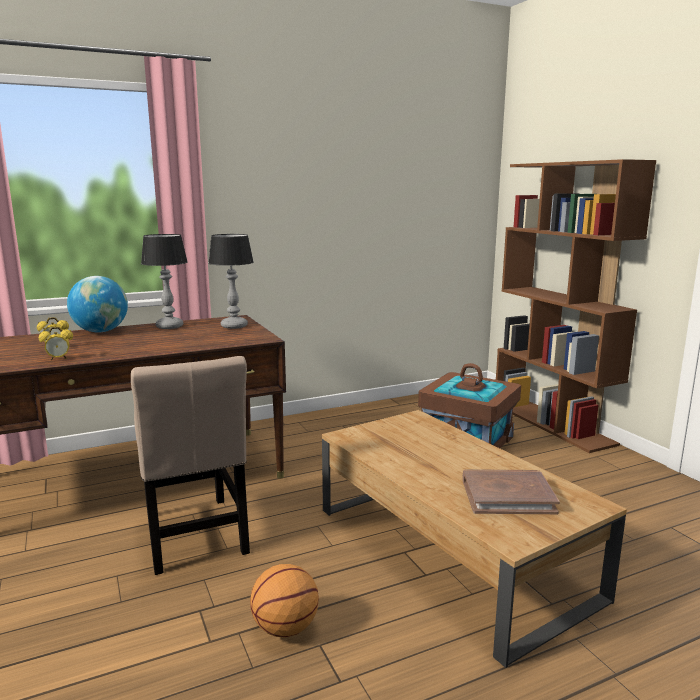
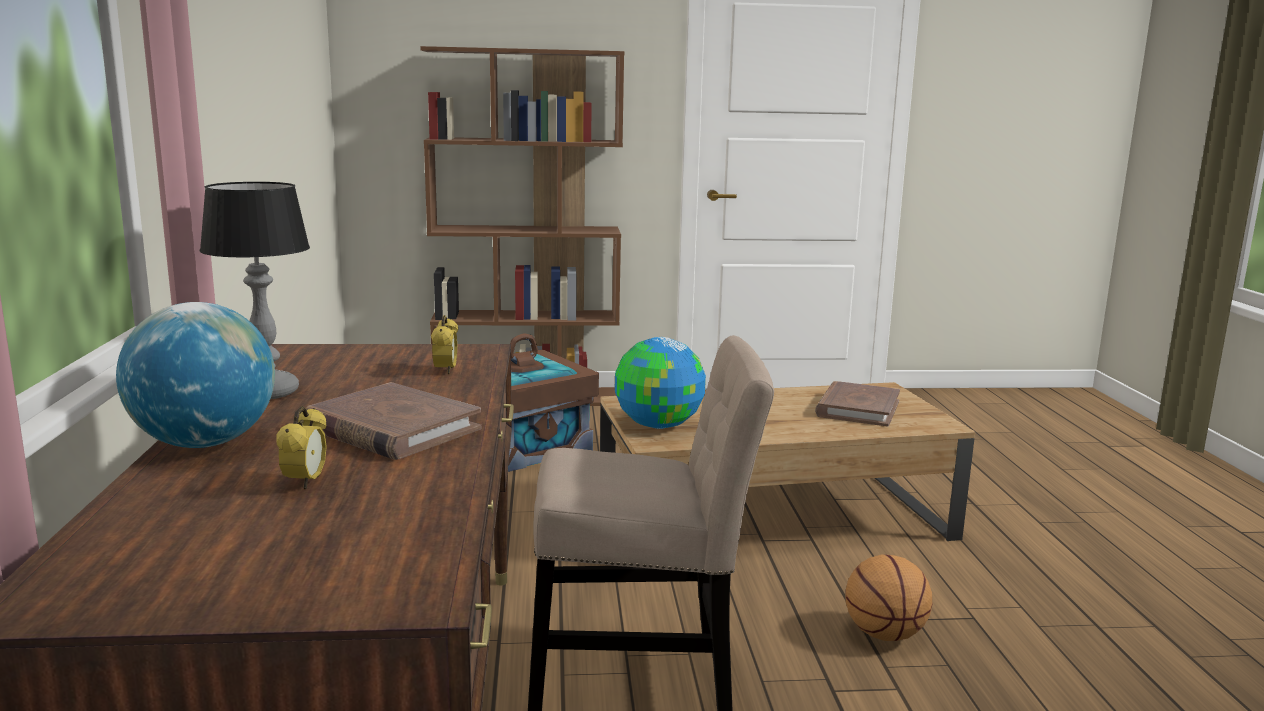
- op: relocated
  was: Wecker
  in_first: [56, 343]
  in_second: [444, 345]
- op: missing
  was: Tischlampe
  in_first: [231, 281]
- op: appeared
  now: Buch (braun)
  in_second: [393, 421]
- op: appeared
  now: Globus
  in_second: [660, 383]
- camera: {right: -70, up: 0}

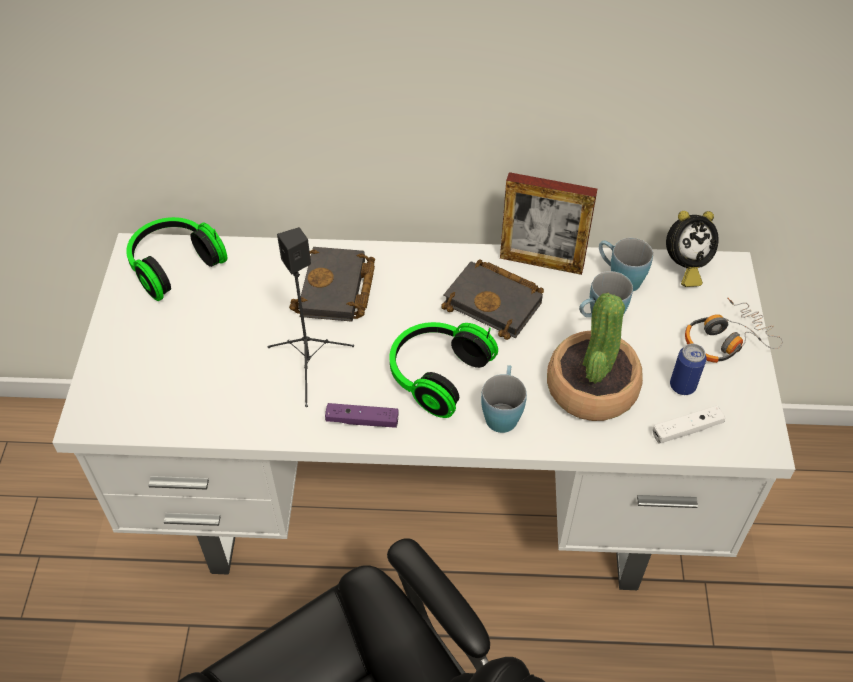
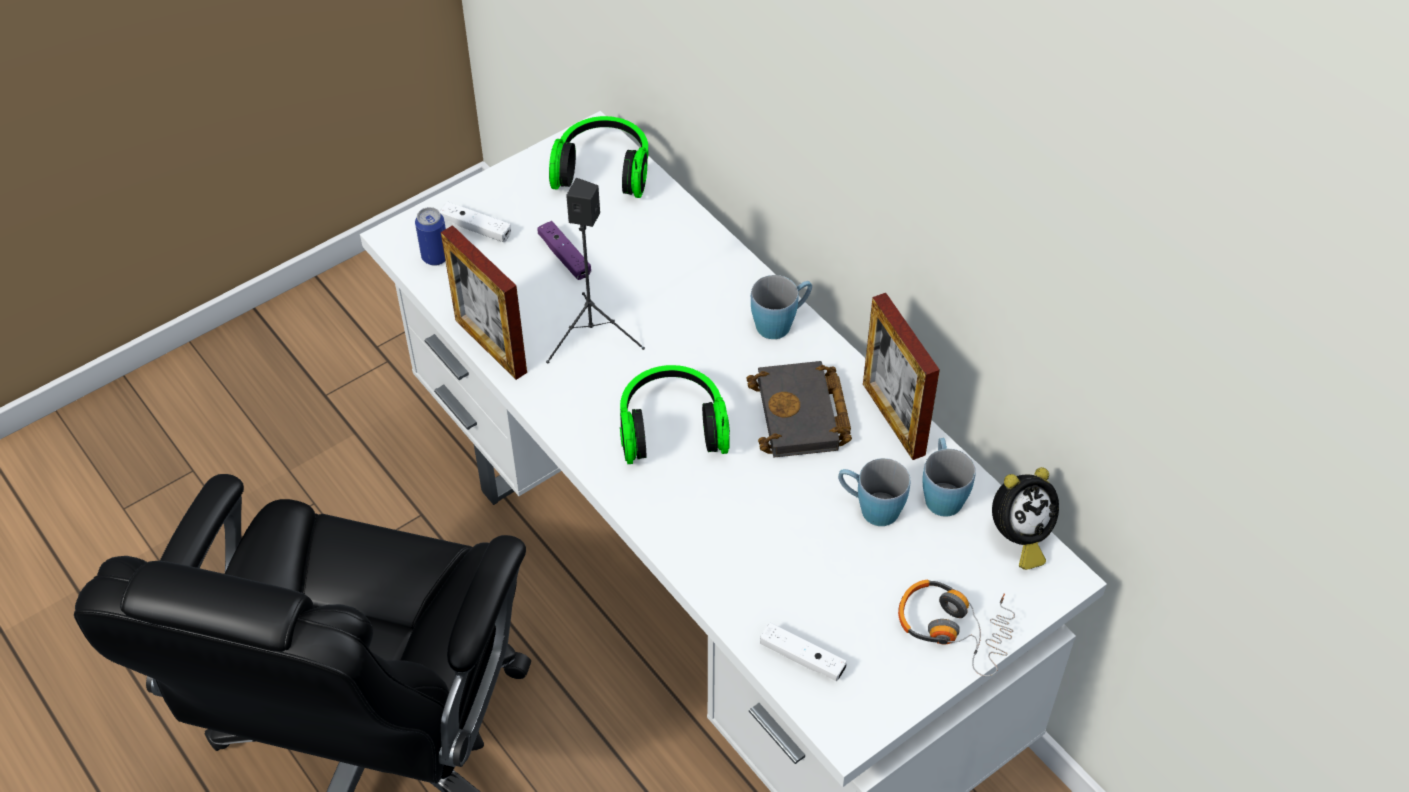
- op: missing
  was: Buch (schwarz)
  in_first: [332, 284]
- op: relocated
  was: Gamepad (lila)
  in_first: [362, 415]
  in_second: [564, 250]
- op: relocated
  was: Henkelbecher (blau)
  in_first: [504, 399]
  in_second: [781, 307]
- op: missing
  was: Topfpflanze
  in_first: [595, 356]
- op: spun
  was: Wecker
  in_first: [692, 249]
  in_second: [1025, 518]
  clockwise: -60
- op: relocated
  was: Dose
  in_first: [688, 369]
  in_second: [430, 236]
- op: appeared
  now: Gamepad (weiß)
  in_second: [475, 222]
- op: appeared
  now: Bilderrahmen
  in_second: [484, 302]
- camera: {right: 50, up: 0}

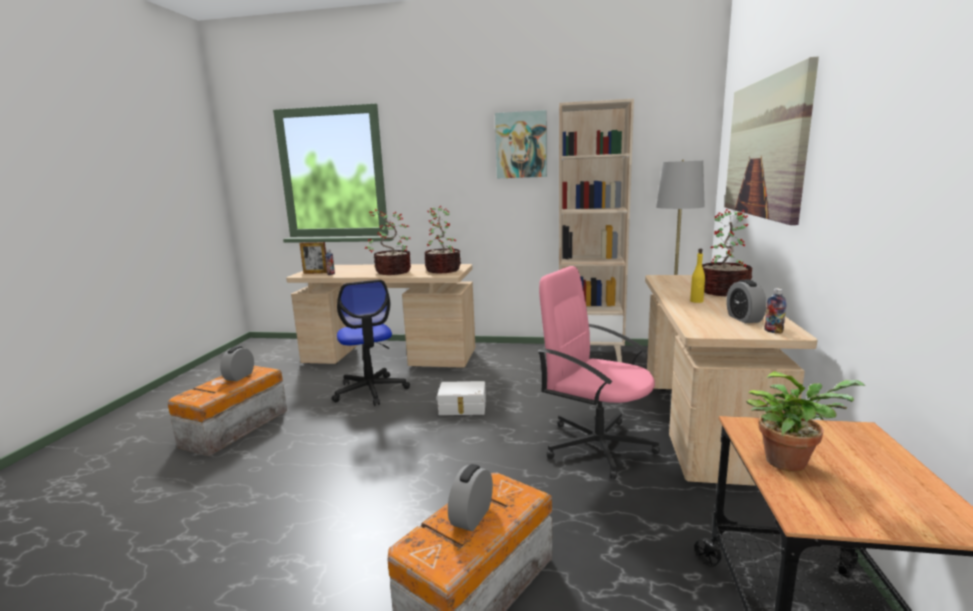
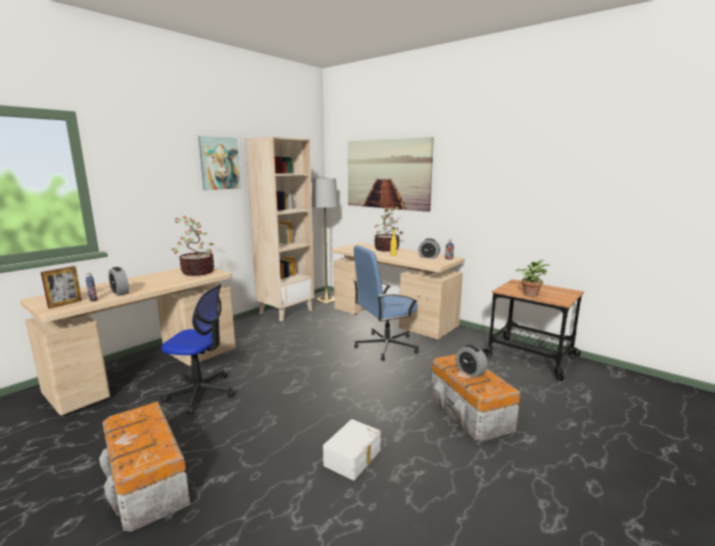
- op: relocated
  was: Wecker
  in_first: [237, 363]
  in_second: [118, 281]
- op: missing
  was: Topfpflanze
  in_first: [388, 242]
- op: relocated
  was: Aufbewahrungsbox (weiß)
  in_first: [461, 398]
  in_second: [352, 450]
- op: colour
  was: Bürostuhl (rosa)
  now: Bürostuhl (blau)
  in_first: [599, 372]
  in_second: [386, 303]
- camera: {right: -60, up: 0}

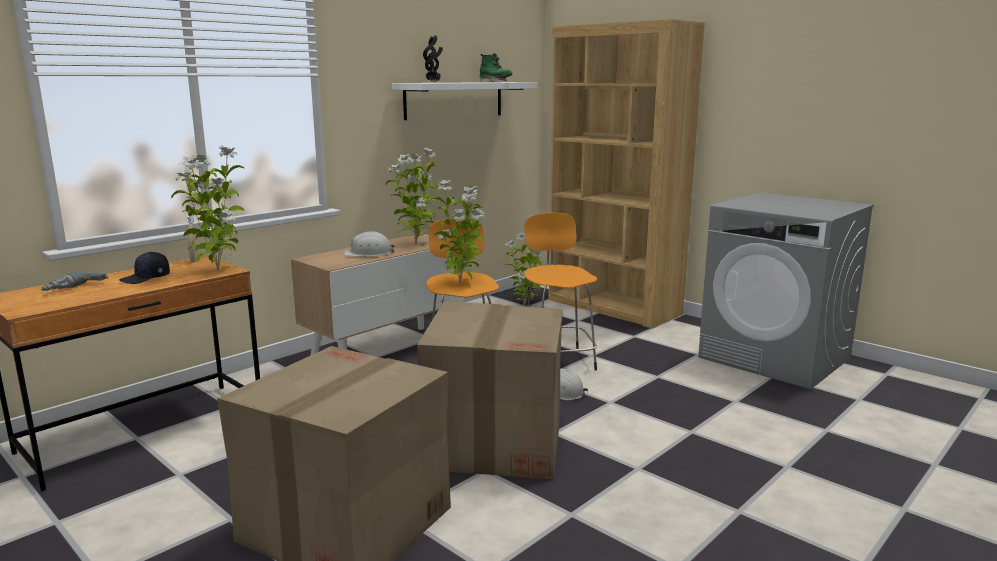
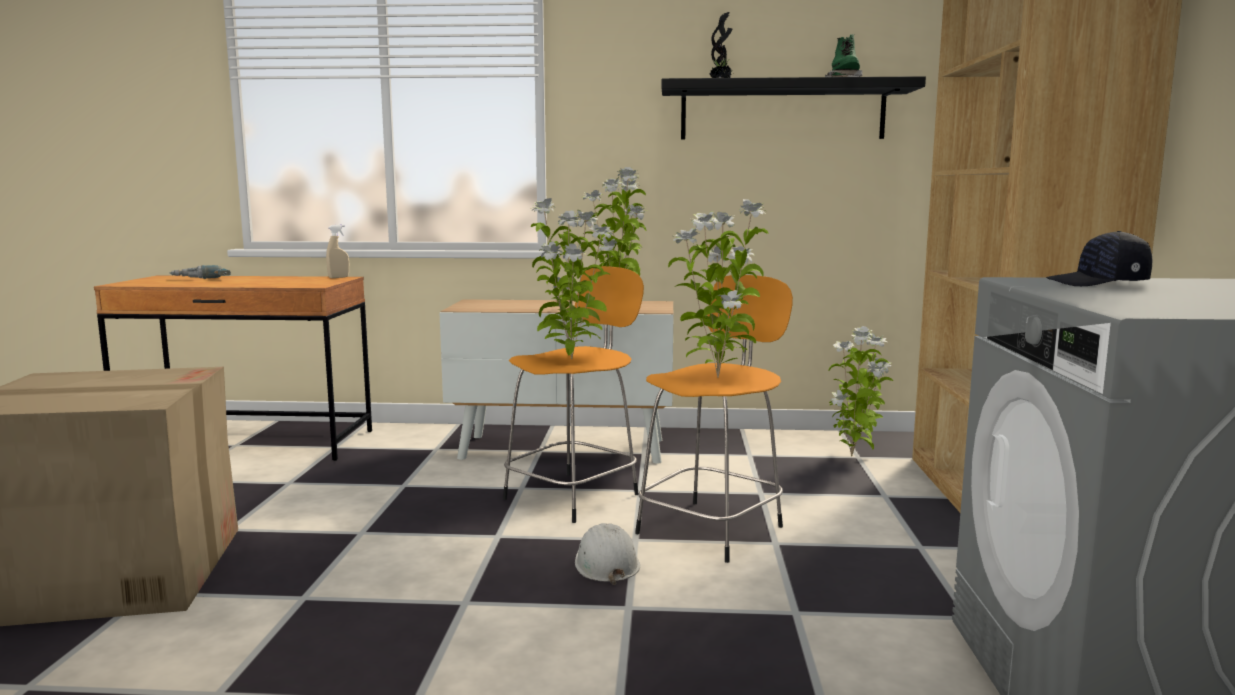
- op: relocated
  was: Kappe (schwarz)
  in_first: [144, 268]
  in_second: [1099, 258]
- op: relocated
  was: Topfpflanze
  in_first: [208, 208]
  in_second: [718, 288]
- op: missing
  was: Schutzhelm (weiß)
  in_first: [369, 244]
- op: colour
  was: Wandregal (weiß)
  now: Wandregal (schwarz)
  in_first: [465, 101]
  in_second: [793, 108]
- op: missing
  was: Karton
  in_first: [490, 390]
- camera: {right: 50, up: -5}

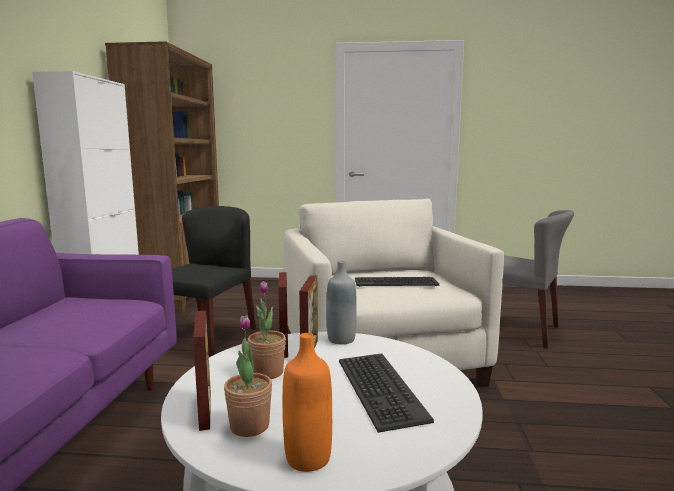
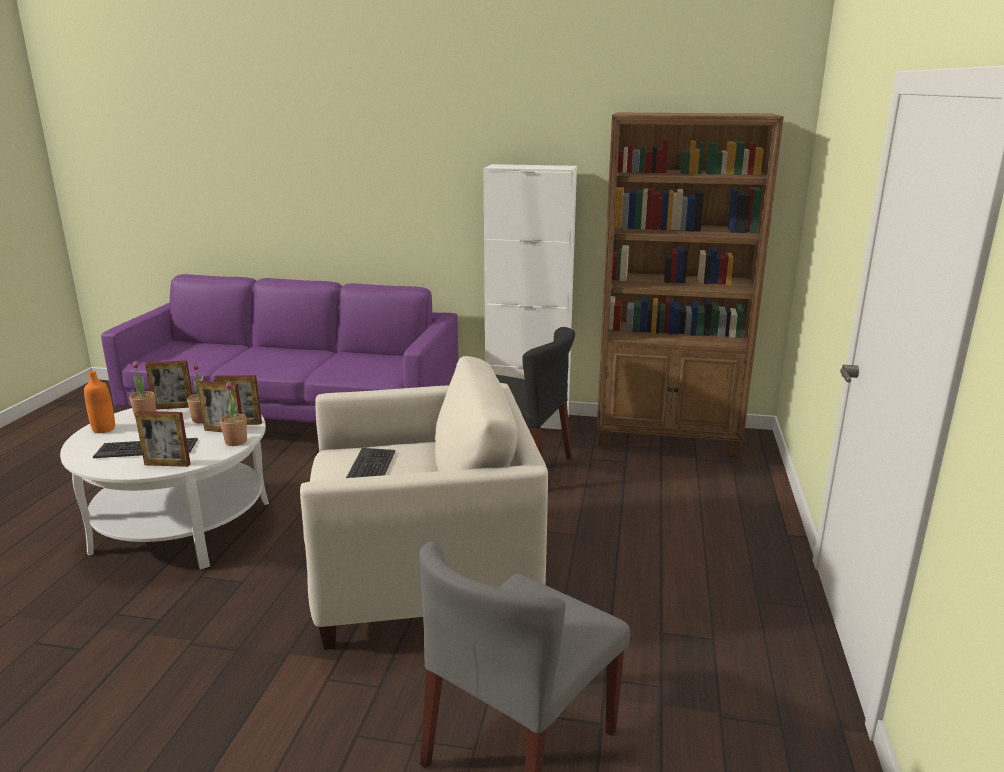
- op: exchanged
  was: Flasche (grau)
  now: Topfpflanze
  in_first: [341, 302]
  in_second: [233, 414]
- op: appeared
  now: Bilderrahmen
  in_second: [163, 439]
- camera: {right: 95, up: 10}

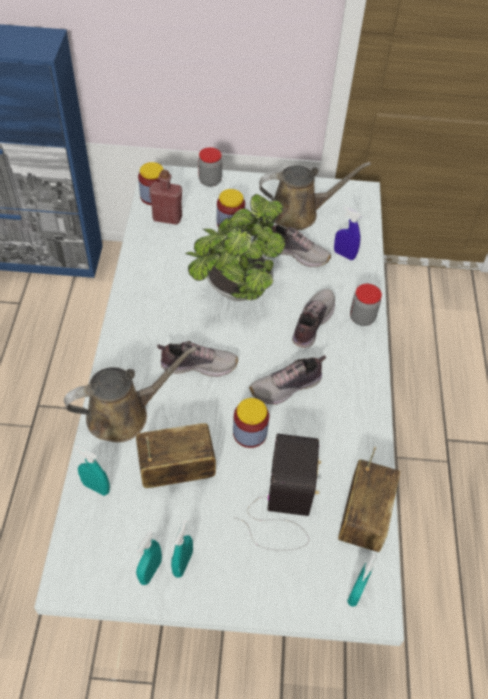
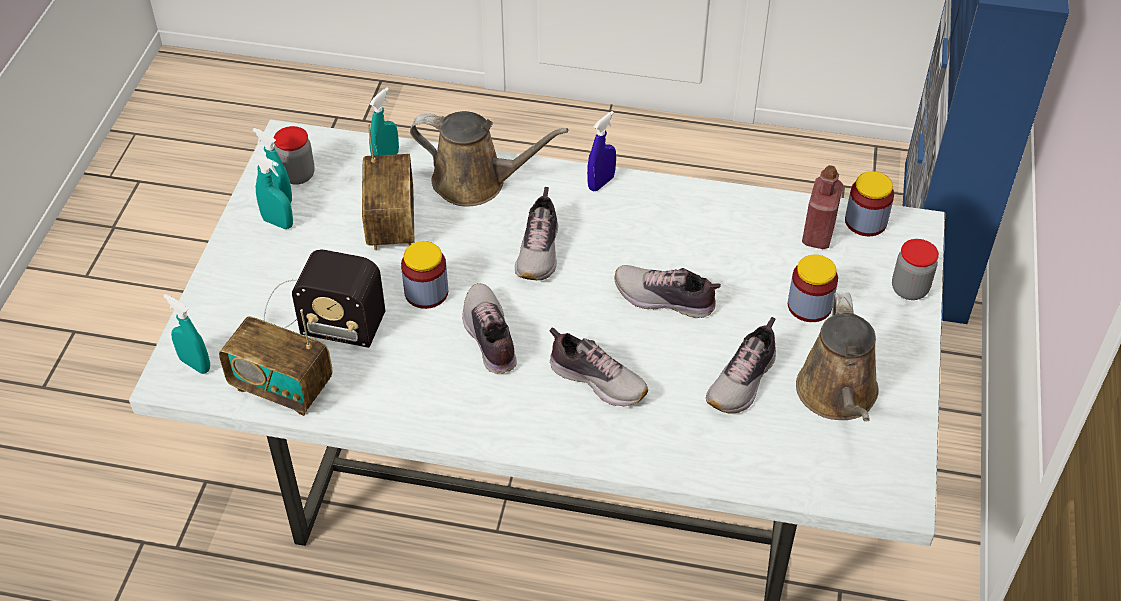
- op: spun
  was: Gießkanne (braun)
  in_first: [130, 394]
  in_second: [489, 159]
  clockwise: -60
- op: exchanged
  was: Topfpflanze
  now: Schuh
  in_first: [235, 247]
  in_second: [667, 291]
- op: relocated
  was: Sprühflasche (blau)
  in_first: [348, 233]
  in_second: [601, 151]
- op: relocated
  was: Vorratsglas
  in_first: [366, 305]
  in_second: [294, 155]
- camera: {right: 100, up: -5}

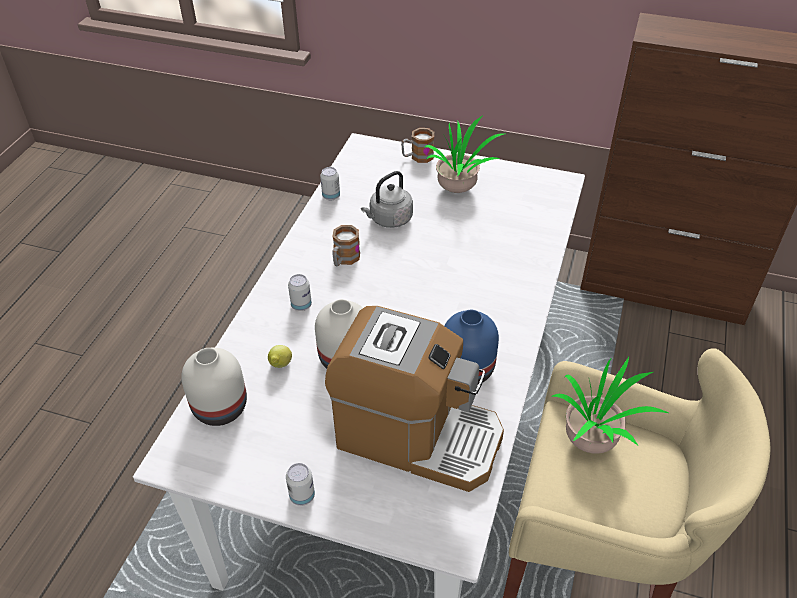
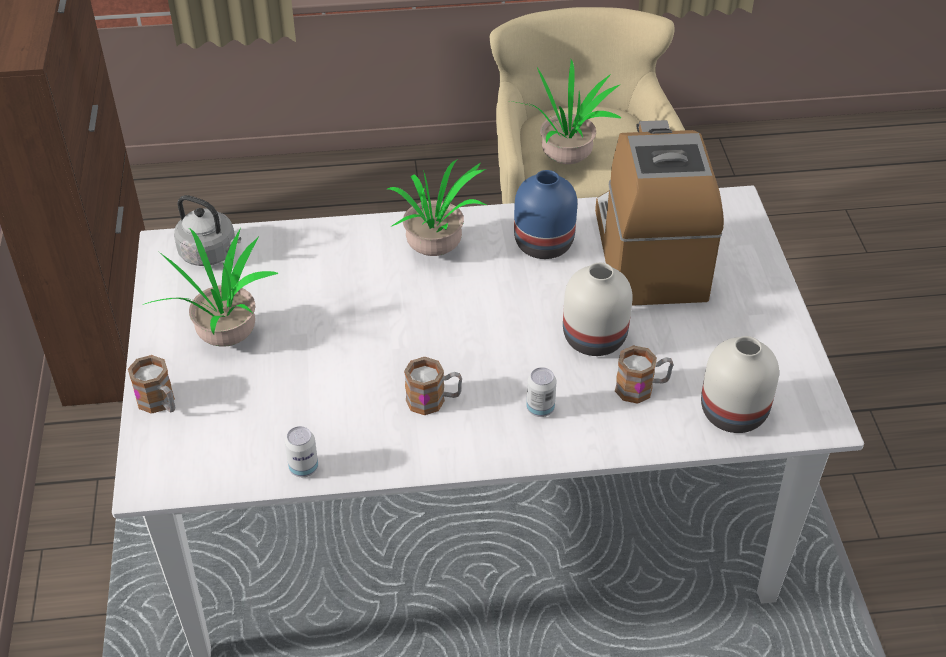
- op: exchanged
  was: Zitrone
  now: Henkelbecher
  in_first: [280, 356]
  in_second: [644, 374]
- op: missing
  was: Dose
  in_first: [300, 484]
- op: relocated
  was: Wasserkessel (grau)
  in_first: [387, 199]
  in_second: [207, 230]
- op: appeared
  now: Topfpflanze
  in_second: [436, 207]
- camera: {right: -115, up: 0}

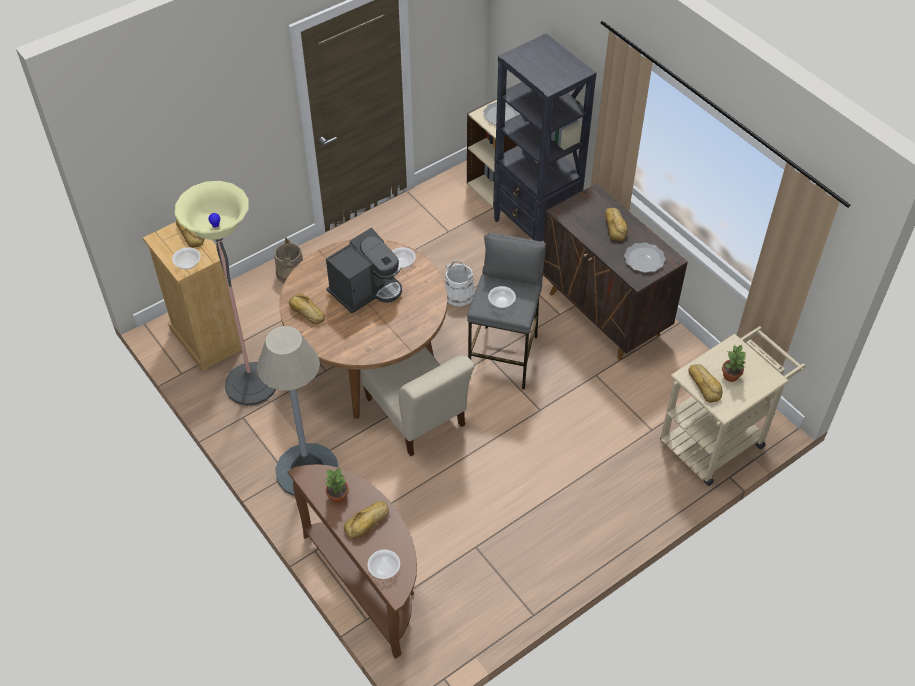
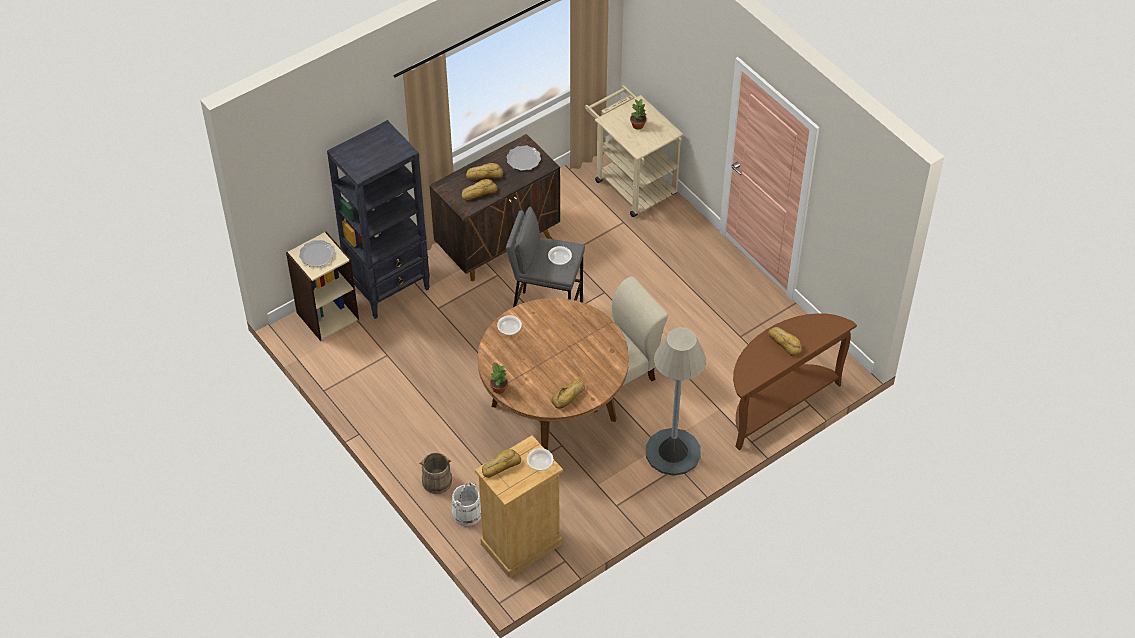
- op: missing
  was: Stehlampe
  in_first: [225, 293]
- op: relocated
  was: Topfpflanze
  in_first: [336, 485]
  in_second: [499, 378]
- op: missing
  was: Kaffeemaschine
  in_first: [364, 271]
- op: missing
  was: Schüssel
  in_first: [384, 564]
- op: relocated
  was: Eimer (weiß)
  in_first: [460, 283]
  in_second: [466, 504]
- op: relocated
  was: Brot
  in_first: [705, 383]
  in_second: [480, 189]
- camera: {right: -90, up: 0}

